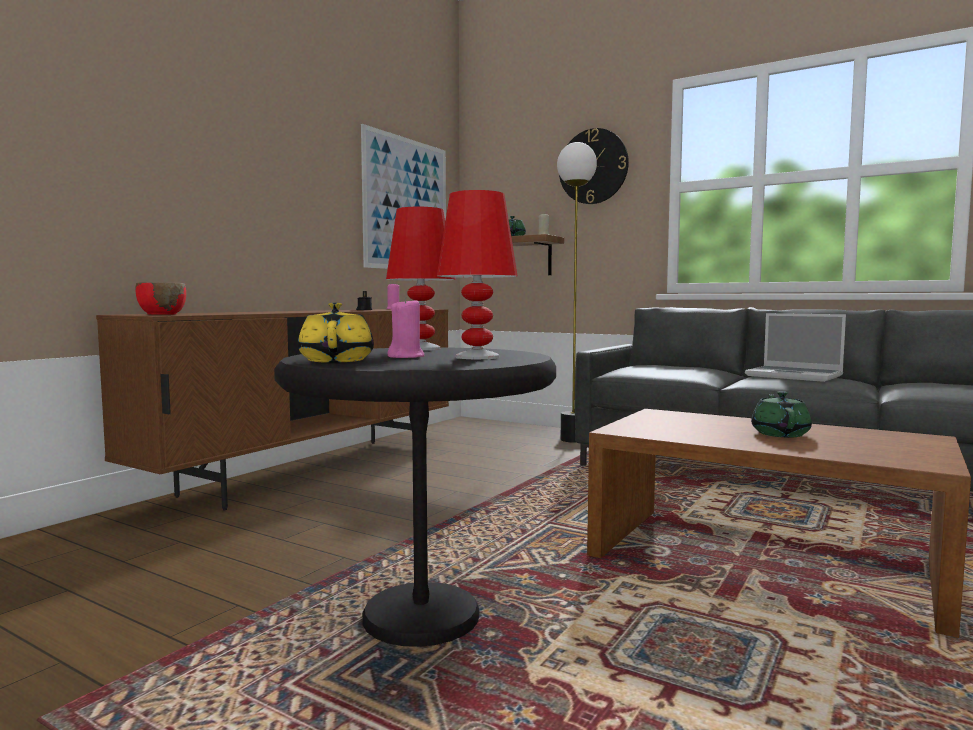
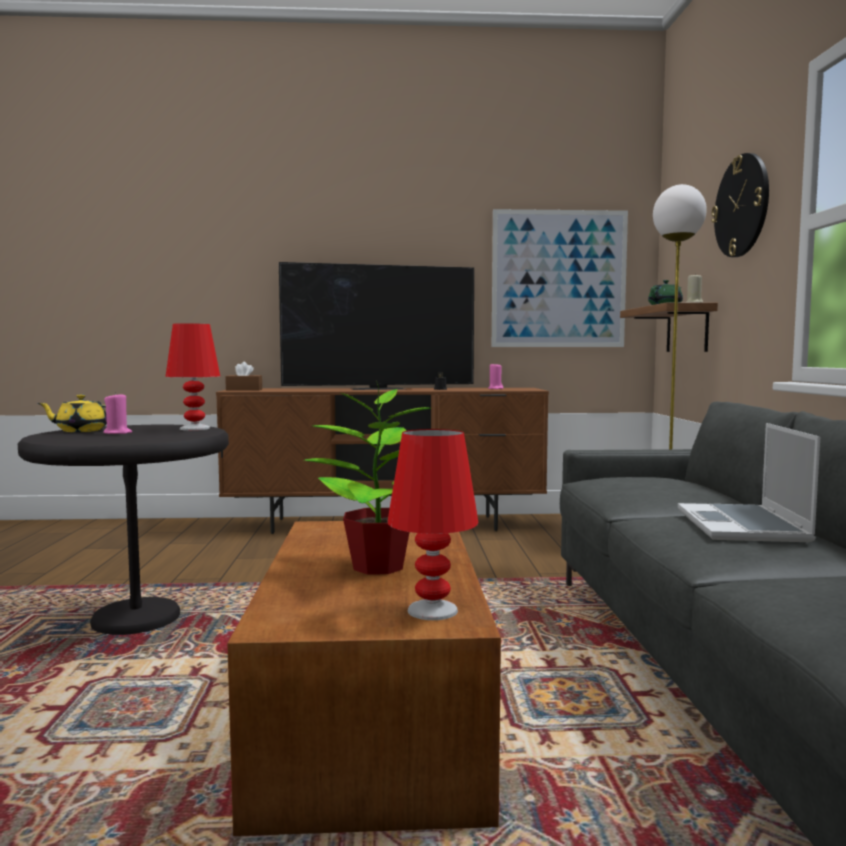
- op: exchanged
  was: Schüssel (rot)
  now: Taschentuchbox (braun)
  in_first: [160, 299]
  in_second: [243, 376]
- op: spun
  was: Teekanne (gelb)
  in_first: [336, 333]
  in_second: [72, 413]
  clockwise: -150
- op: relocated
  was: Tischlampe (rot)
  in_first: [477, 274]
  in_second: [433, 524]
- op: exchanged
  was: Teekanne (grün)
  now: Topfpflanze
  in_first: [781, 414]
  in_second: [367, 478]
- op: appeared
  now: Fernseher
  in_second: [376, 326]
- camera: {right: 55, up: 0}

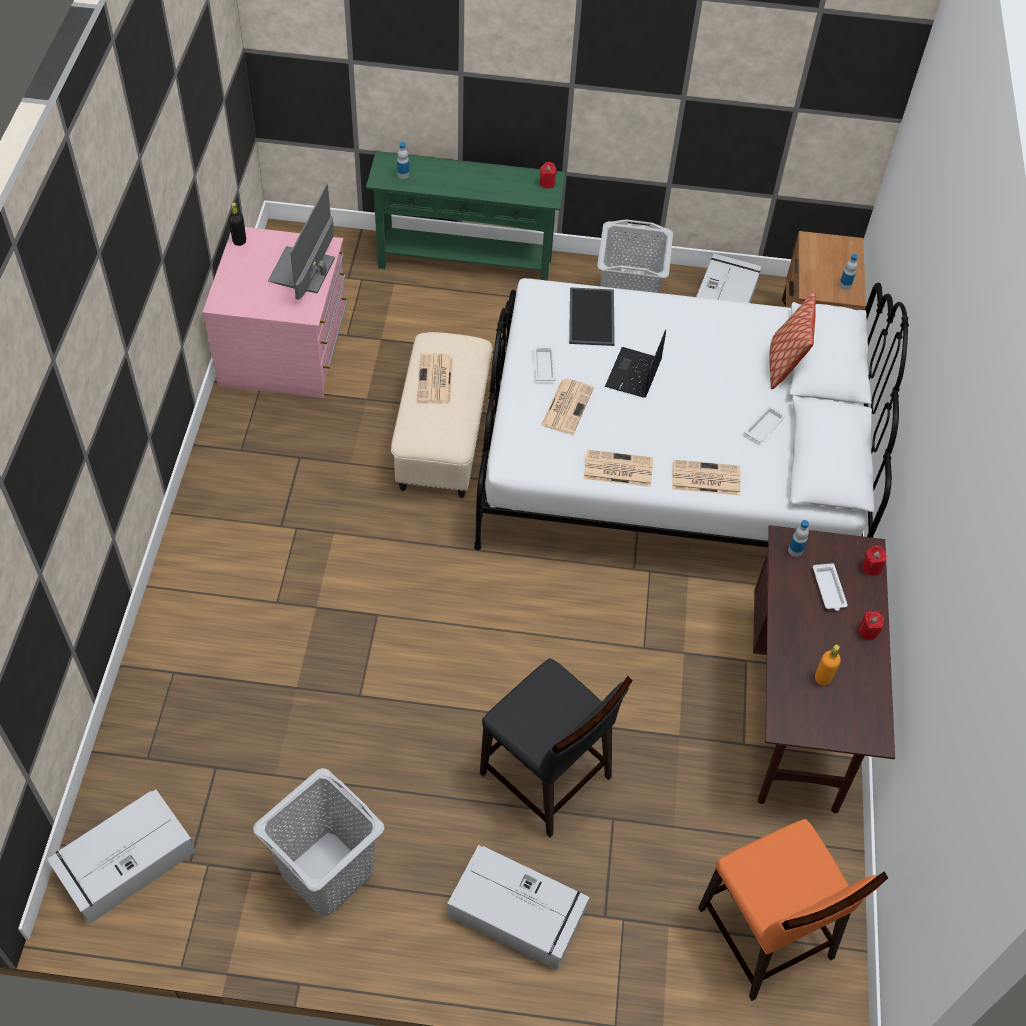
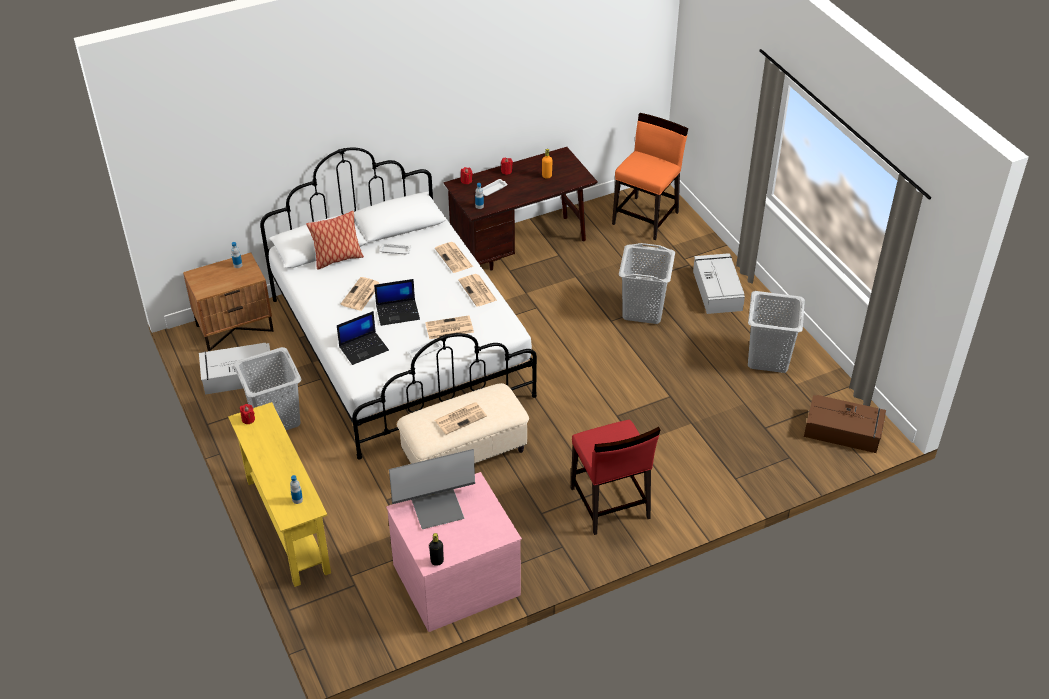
- op: colour
  was: Aufbewahrungsbox (grau)
  now: Aufbewahrungsbox (braun)
  in_first: [121, 856]
  in_second: [845, 424]
- op: colour
  was: Konsolentisch (grün)
  now: Konsolentisch (gelb)
  in_first: [465, 216]
  in_second: [279, 494]
- op: exchanged
  was: Stuhl (schwarz)
  now: Wäschekorb (grau)
  in_first: [556, 748]
  in_second: [647, 283]
- op: exchanged
  was: Tablett
  now: Laptop
  in_first: [592, 316]
  in_second: [363, 338]
- op: appeared
  now: Zeitung
  in_second: [360, 294]
- op: appeared
  now: Stuhl (rot)
  in_second: [615, 477]
- camera: {right: -120, up: -10}

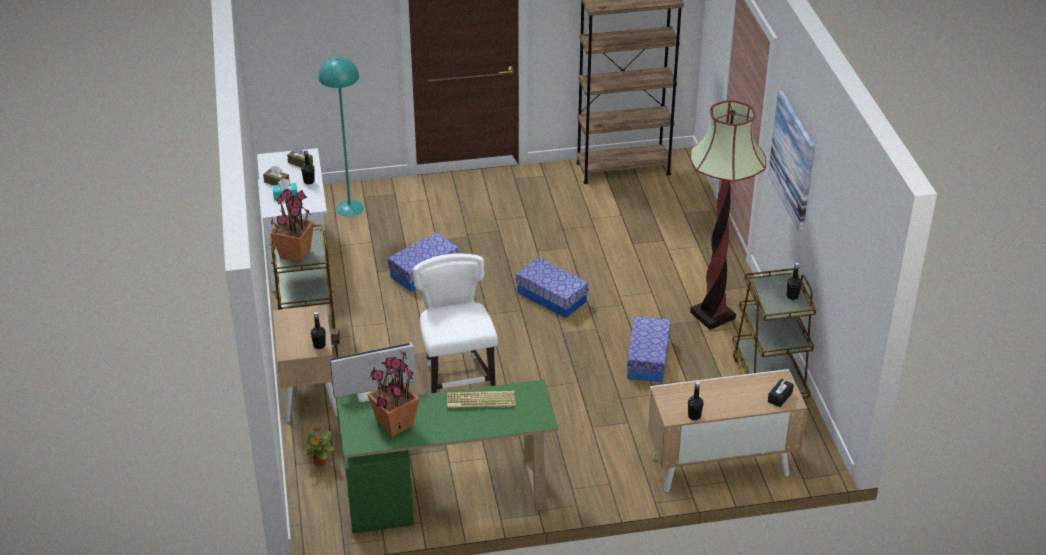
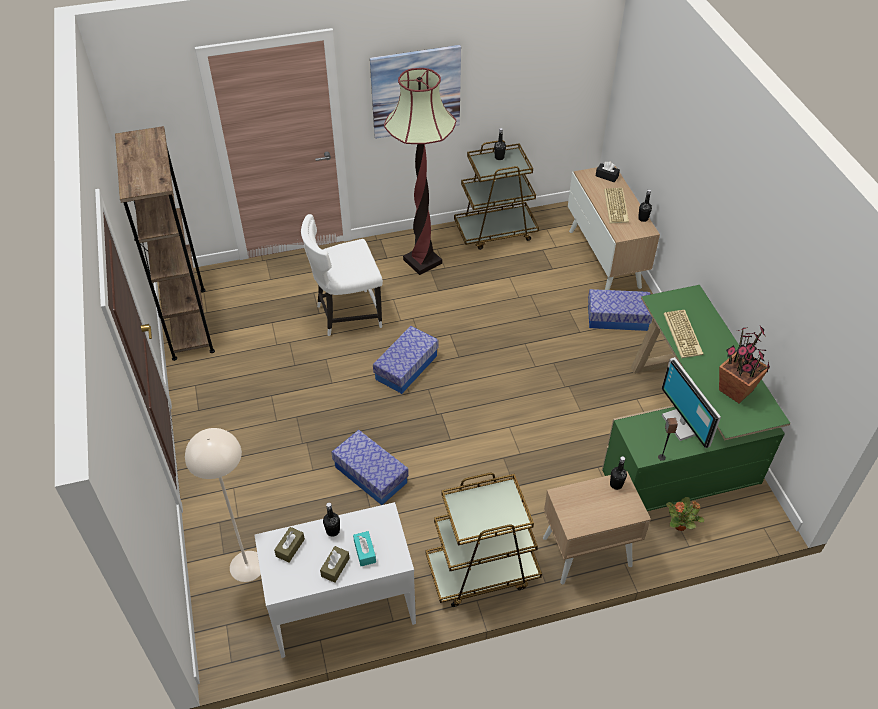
- op: missing
  was: Topfpflanze
  in_first: [292, 226]
- op: colour
  was: Stehlampe (türkis)
  now: Stehlampe (beige)
  in_first: [341, 137]
  in_second: [223, 505]
- op: relocated
  was: Stuhl (weiß)
  in_first: [455, 323]
  in_second: [342, 275]
- op: relocated
  was: Aufbewahrungsbox
  in_first: [648, 349]
  in_second: [620, 310]
- op: appeared
  now: Tastatur
  in_second: [616, 206]
- camera: {right: -95, up: 10}

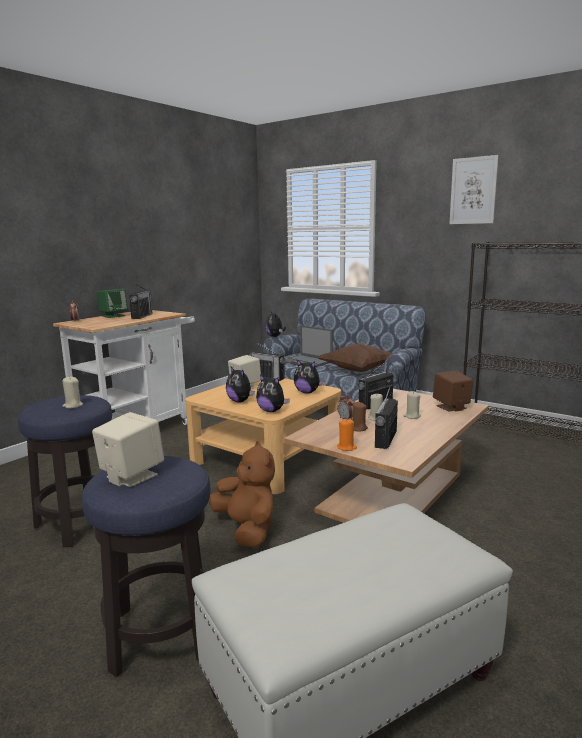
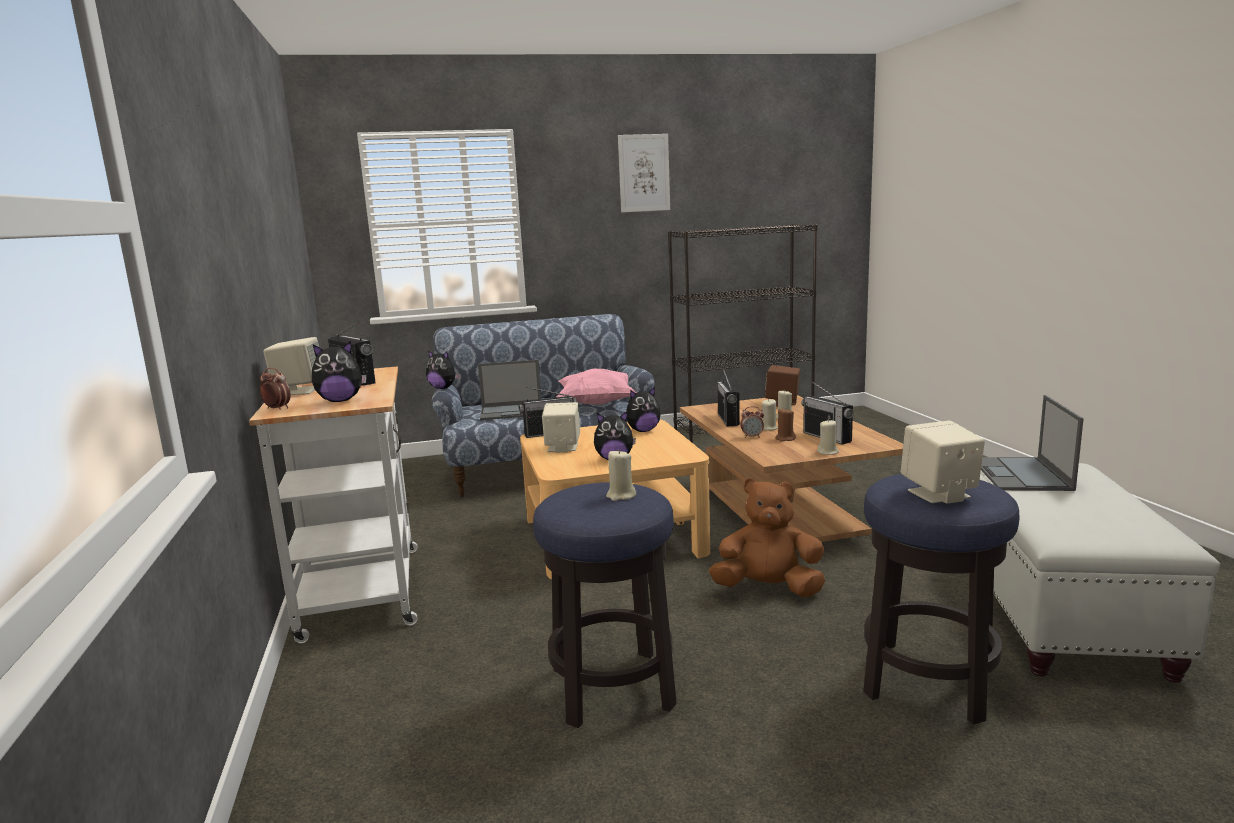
- op: colour
  was: Lautsprecher (grün)
  now: Lautsprecher (beige)
  in_first: [112, 303]
  in_second: [291, 366]
- op: relocated
  was: Plüschtier
  in_first: [273, 393]
  in_second: [339, 371]
- op: colour
  was: Kissen (braun)
  now: Kissen (rosa)
  in_first: [354, 358]
  in_second: [596, 387]
- op: colour
  was: Kerze (orange)
  now: Kerze (beige)
  in_first: [347, 435]
  in_second: [828, 437]
- op: appeared
  now: Laptop
  in_second: [1032, 443]
- camera: {right: -50, up: 0}

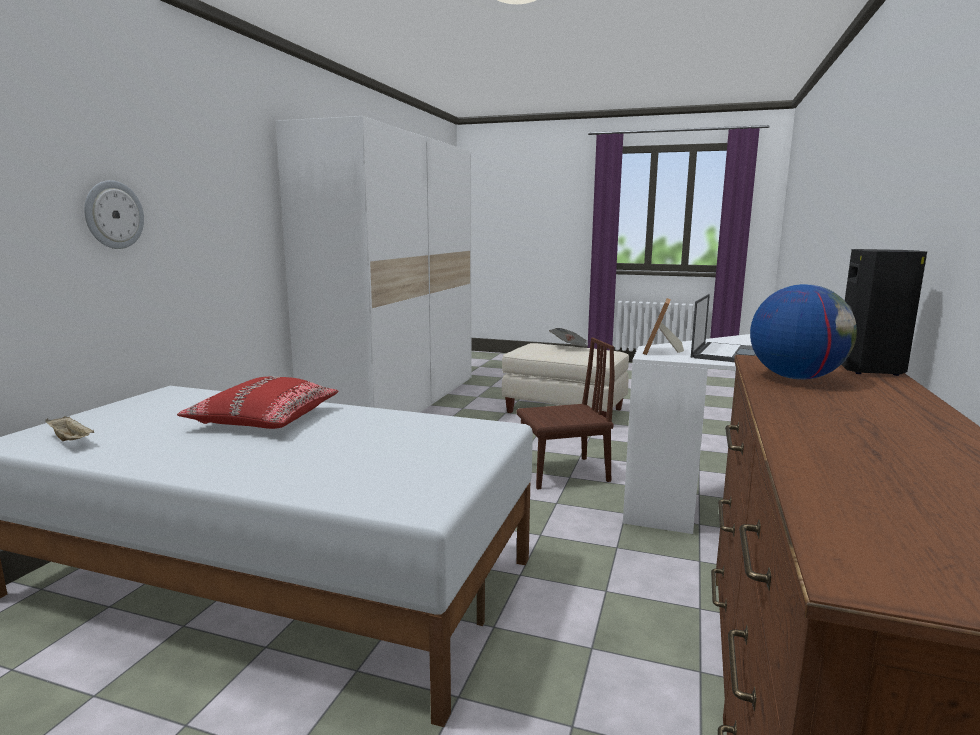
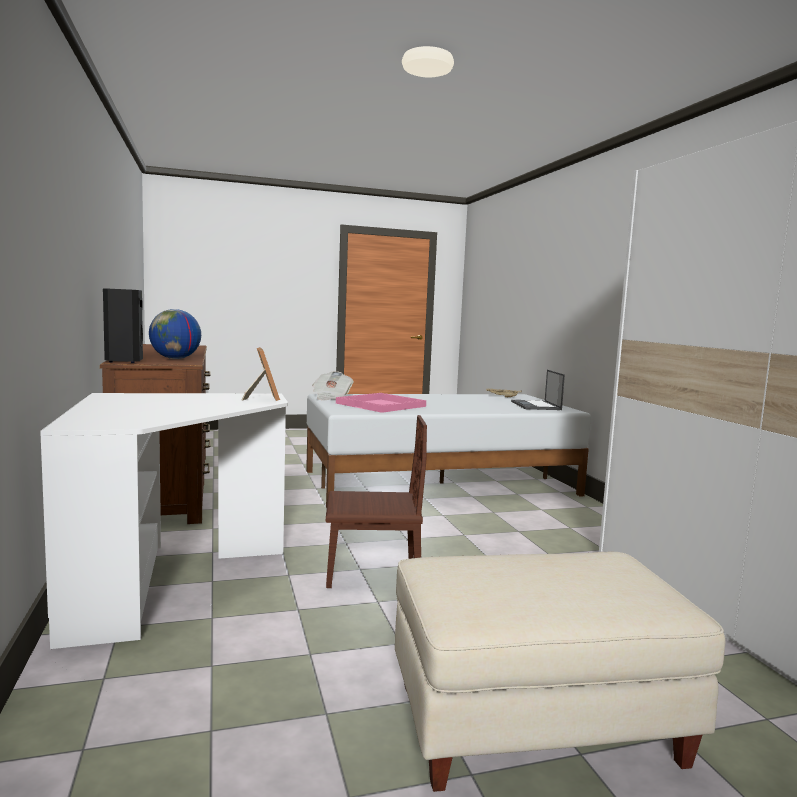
- op: missing
  was: Wanduhr
  in_first: [114, 214]
- op: missing
  was: Kissen (rot)
  in_first: [258, 403]
- op: spun
  was: Stuhl (braun)
  in_first: [565, 414]
  in_second: [376, 501]
  clockwise: -135
- op: relocated
  was: Zeitung
  in_first: [568, 337]
  in_second: [333, 385]
- op: relocated
  was: Laptop
  in_first: [723, 328]
  in_second: [538, 390]
- op: appeared
  now: Tablett (rosa)
  in_second: [381, 403]
- camera: {right: 145, up: -5}

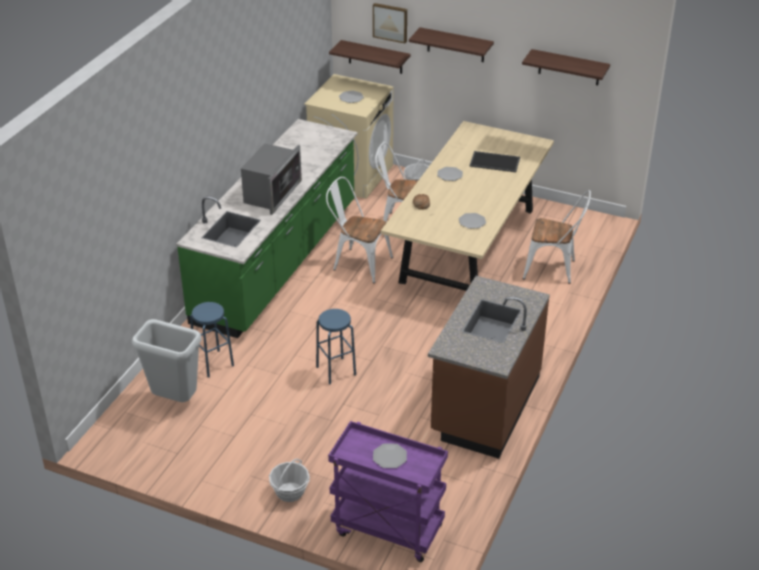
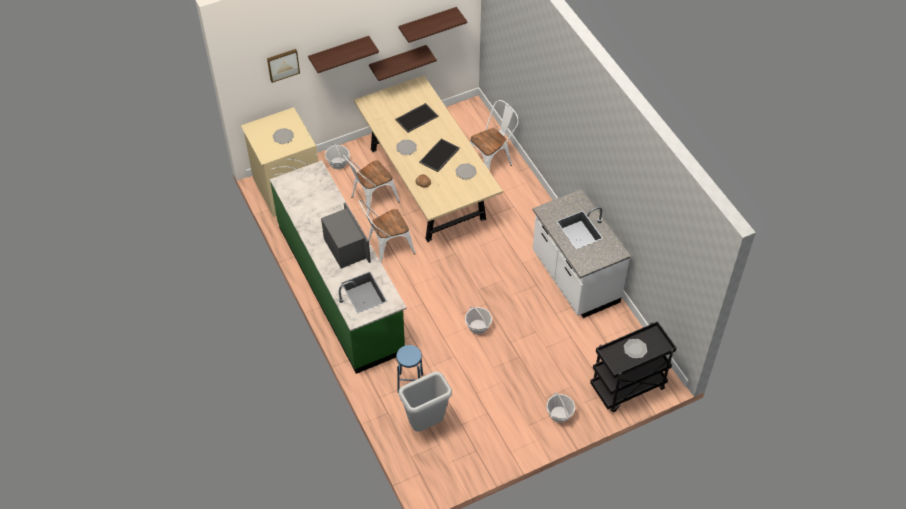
- op: exchanged
  was: Hocker (blau)
  now: Korb
  in_first: [336, 347]
  in_second: [478, 320]
- op: colour
  was: Rollwagen (lila)
  now: Rollwagen (schwarz)
  in_first: [388, 491]
  in_second: [633, 366]
- op: relocated
  was: Wandregal
  in_first: [370, 57]
  in_second: [403, 63]
- op: colour
  was: Küchenzeile (braun)
  now: Küchenzeile (weiß)
  in_first: [489, 367]
  in_second: [582, 253]
- op: appeared
  now: Tablett
  in_second: [439, 155]
- camera: {right: -50, up: 15}

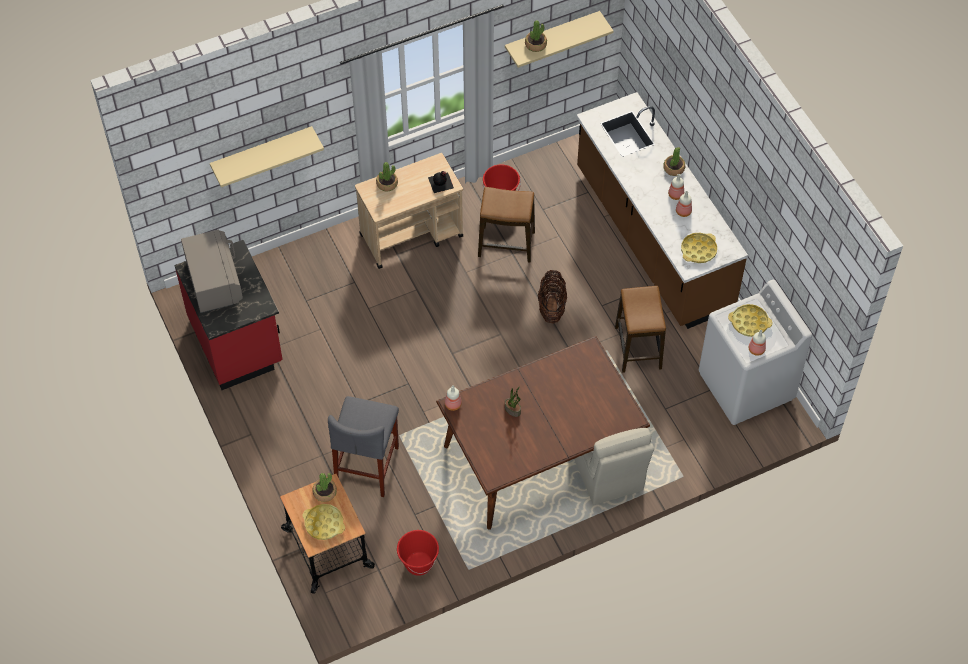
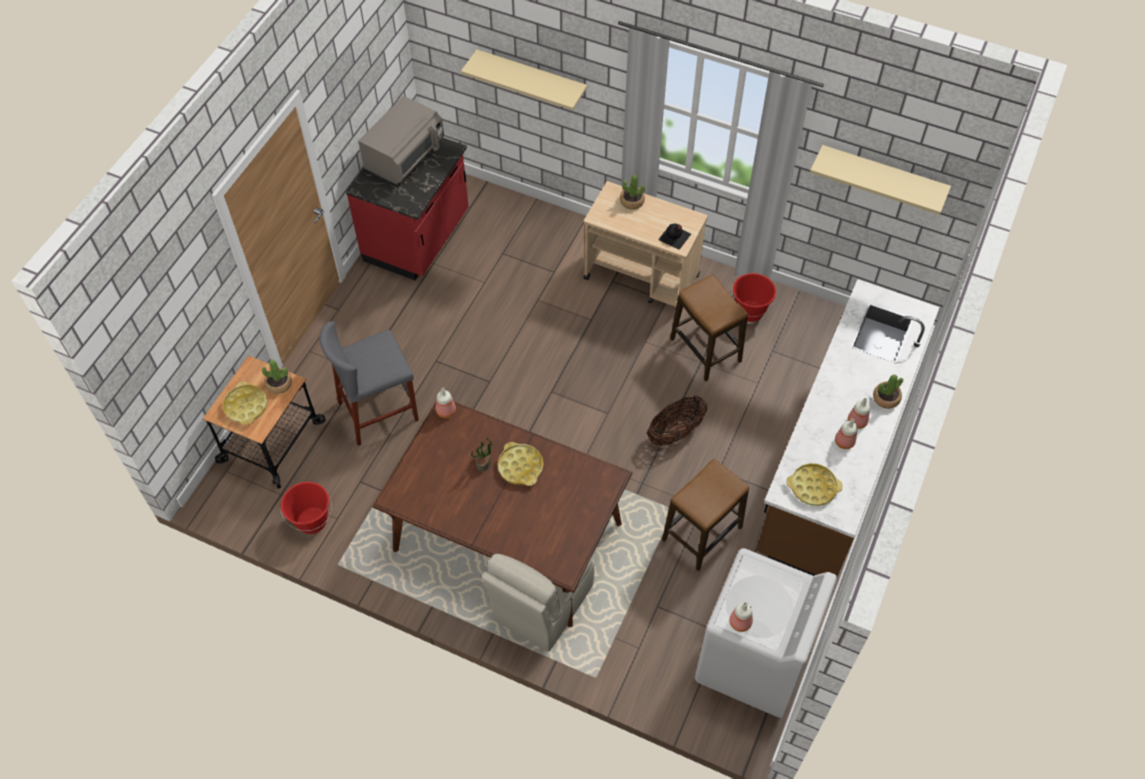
- op: missing
  was: Topfpflanze
  in_first: [536, 36]
- op: relocated
  was: Tablett (gelb)
  in_first: [750, 320]
  in_second: [520, 464]
- camera: {right: 50, up: 0}

